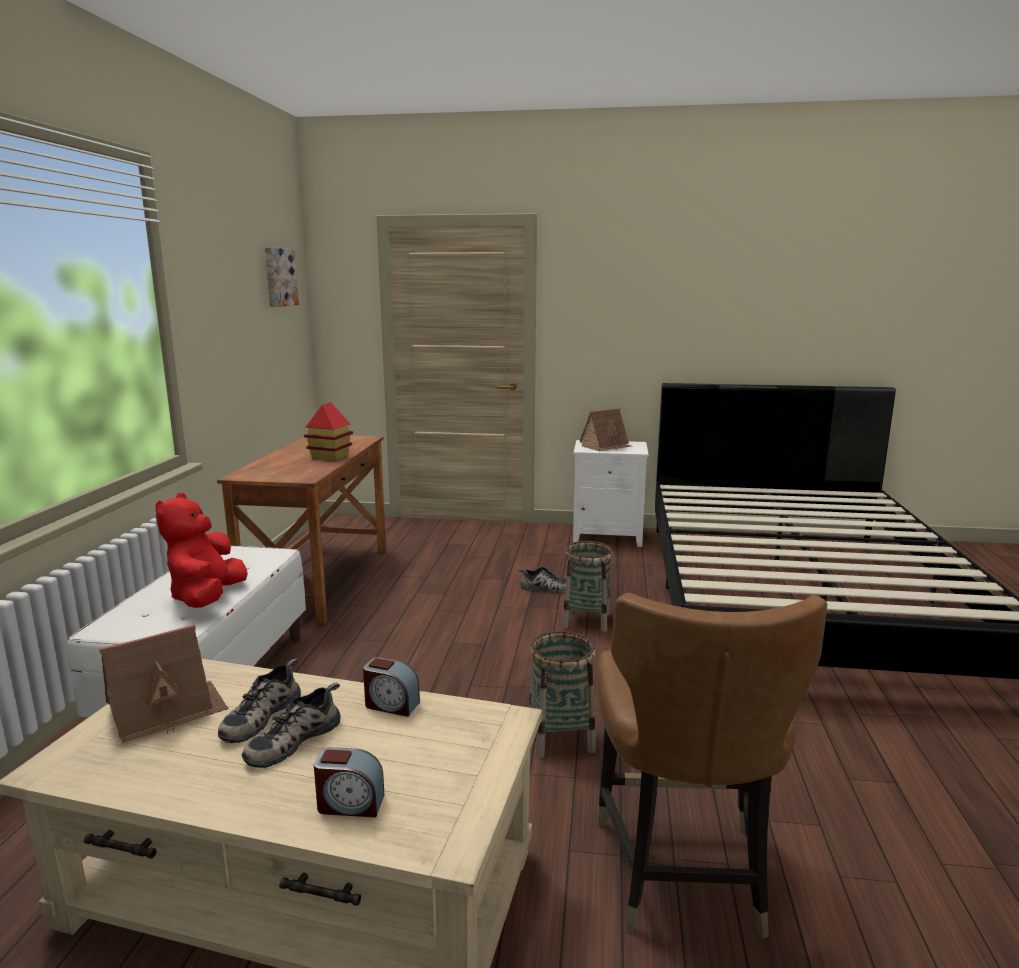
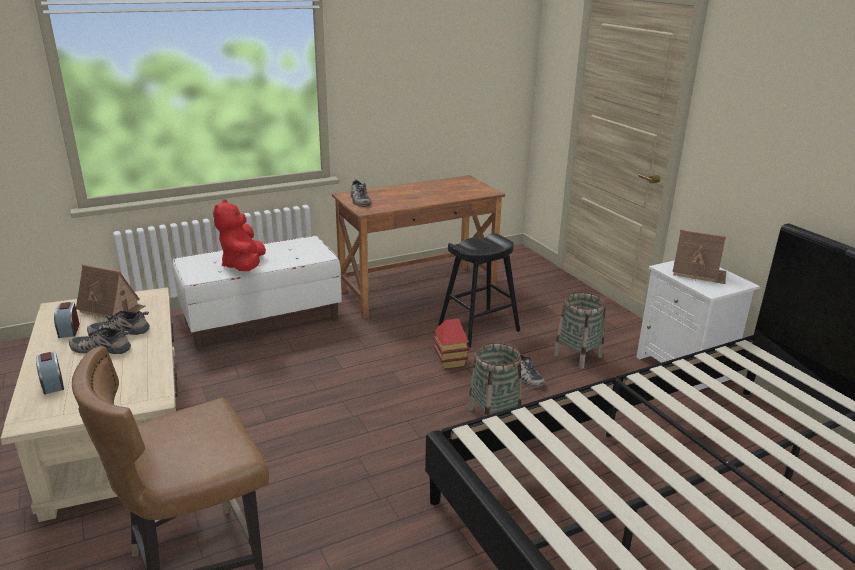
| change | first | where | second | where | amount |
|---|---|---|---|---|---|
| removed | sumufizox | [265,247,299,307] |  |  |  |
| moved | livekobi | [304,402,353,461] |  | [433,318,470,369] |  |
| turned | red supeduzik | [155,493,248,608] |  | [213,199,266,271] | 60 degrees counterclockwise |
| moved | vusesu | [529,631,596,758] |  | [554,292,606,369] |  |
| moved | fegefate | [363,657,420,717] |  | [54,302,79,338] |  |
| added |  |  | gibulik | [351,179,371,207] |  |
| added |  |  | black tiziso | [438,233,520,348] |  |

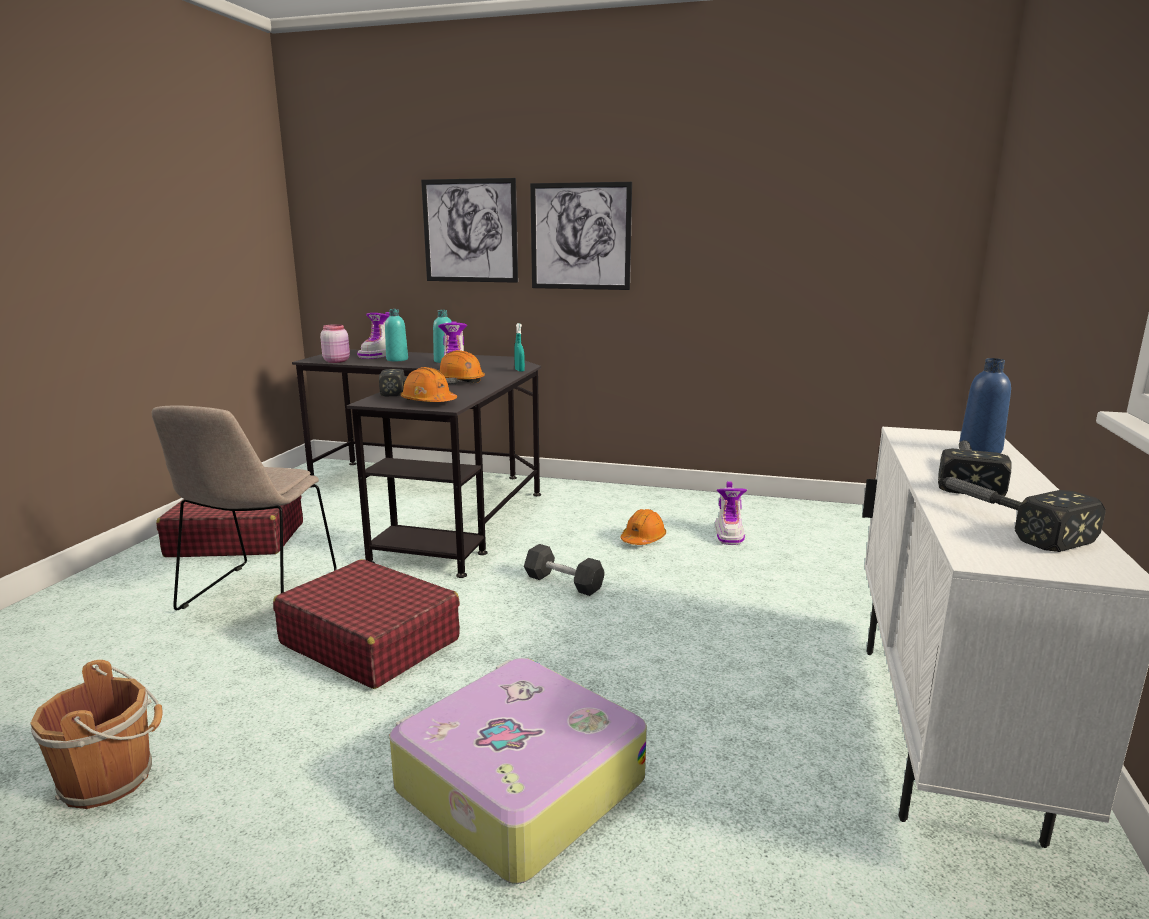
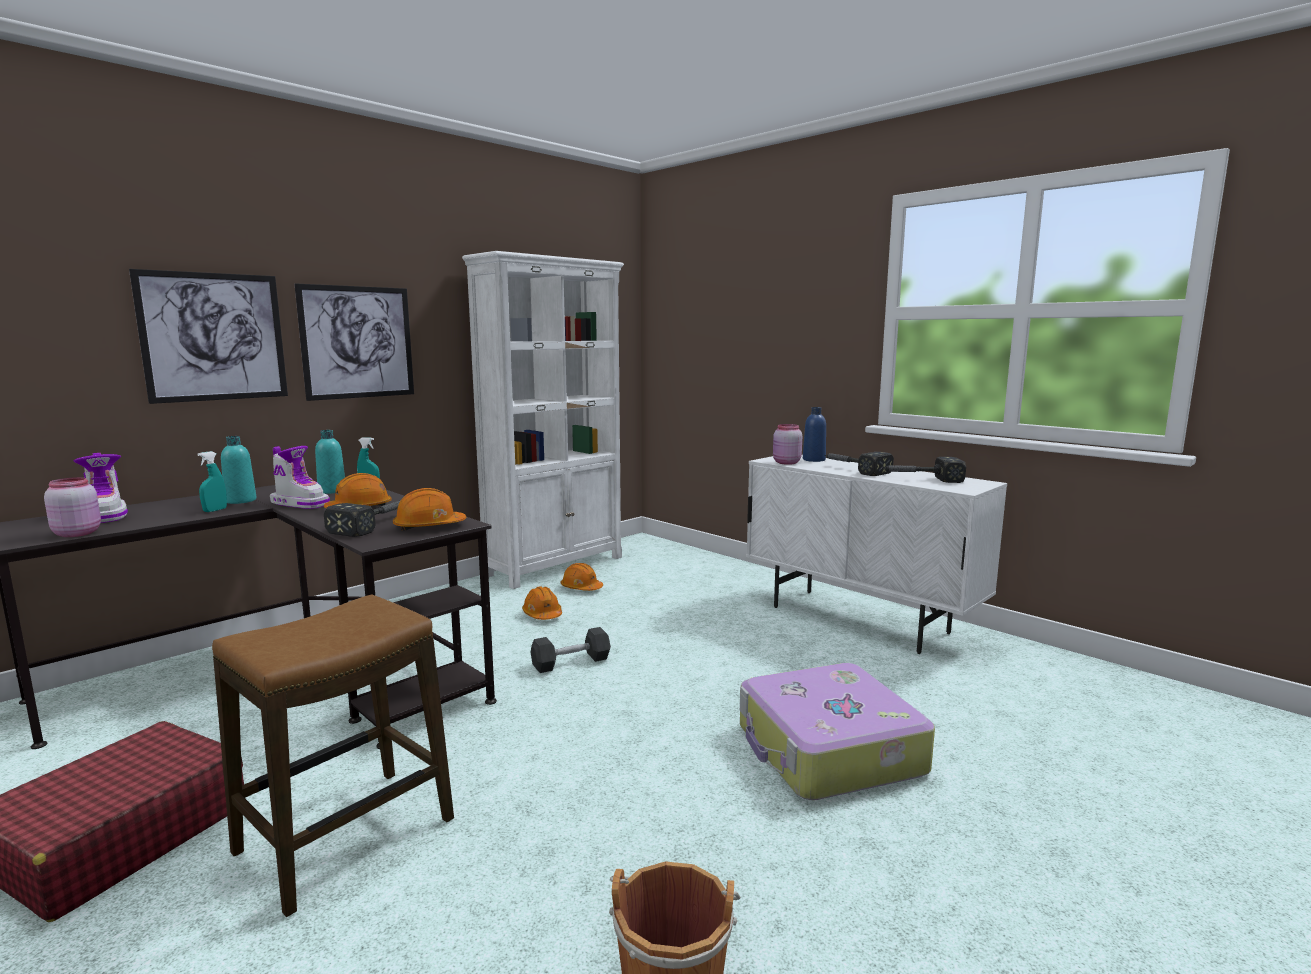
| change | first | where | second | where | amount |
|---|---|---|---|---|---|
| moved | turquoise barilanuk | [385,309,408,361] |  | [315,430,345,494] |  |
| replaced | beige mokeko | [152,406,337,610] | tiziso | [212,594,454,917] |  |
| replaced | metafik | [715,482,747,545] | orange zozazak | [561,563,603,591] |  |
| removed | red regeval | [273,559,460,689] |  |  |  |
| added |  |  | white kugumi | [462,251,624,589] |  |
| added |  |  | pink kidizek | [773,424,802,465] |  |
| added |  |  | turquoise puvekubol | [197,451,227,512] |  |

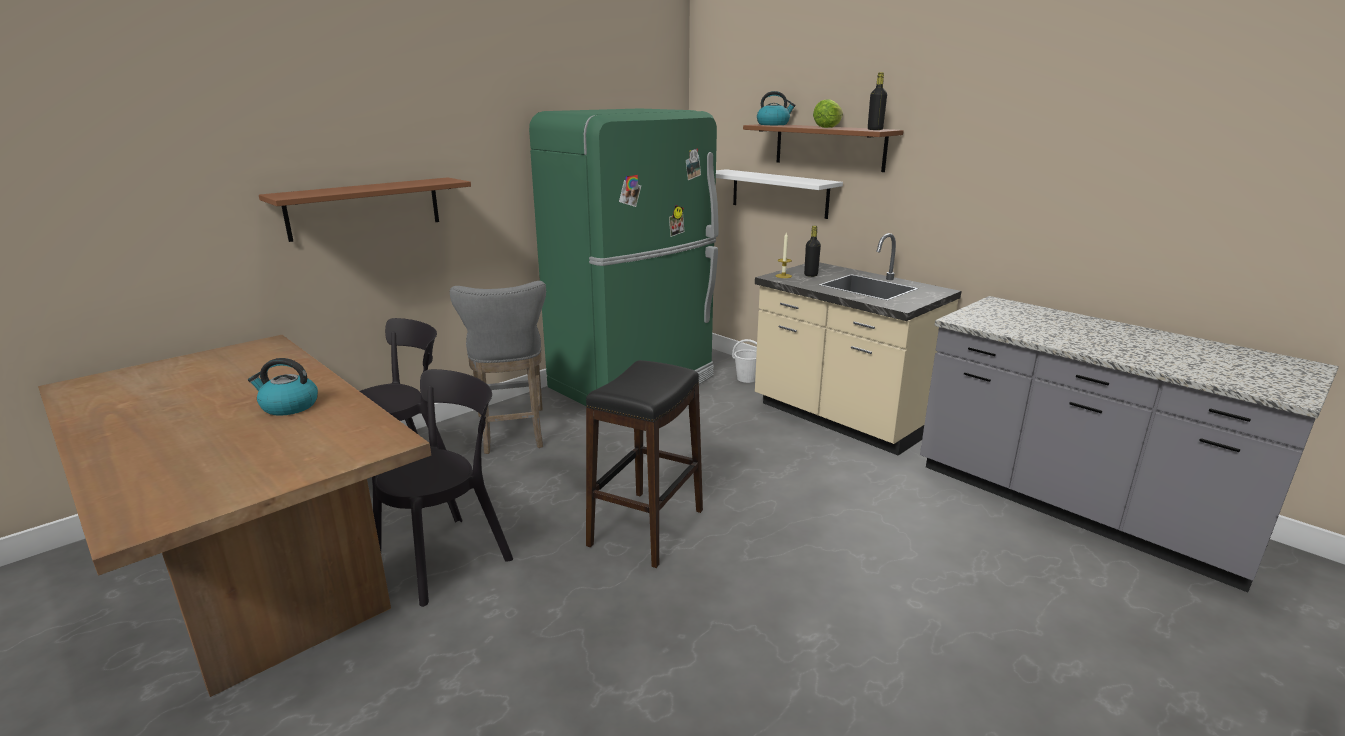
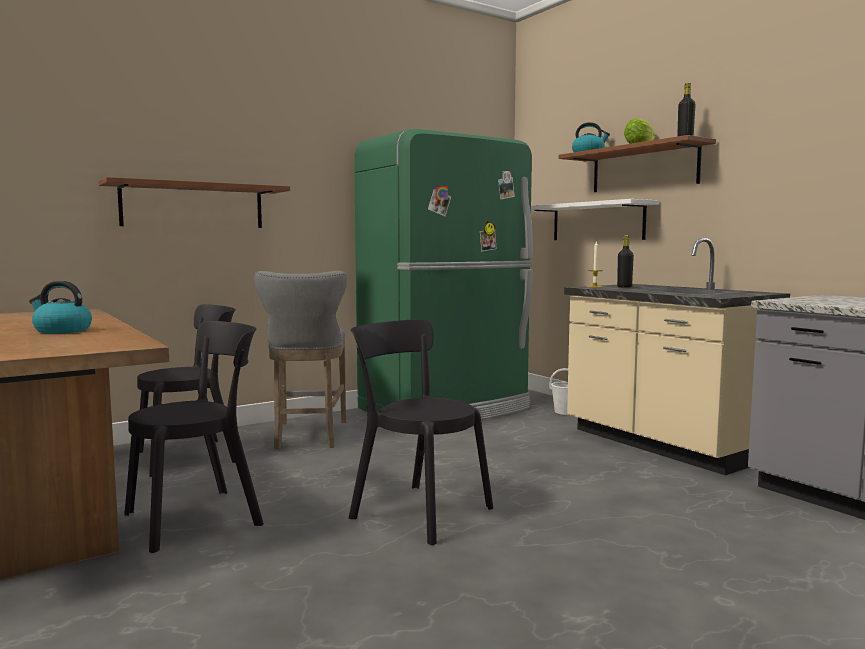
| change | first | where | second | where | amount |
|---|---|---|---|---|---|
| replaced | black tiziso | [586,360,703,568] | black mokeko | [349,319,493,545] |  |

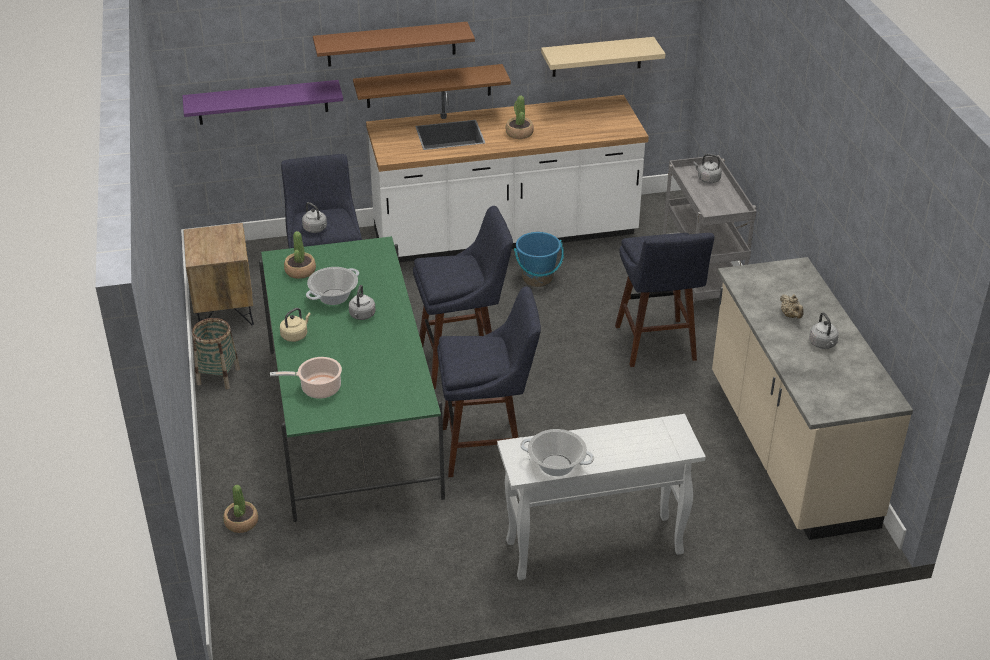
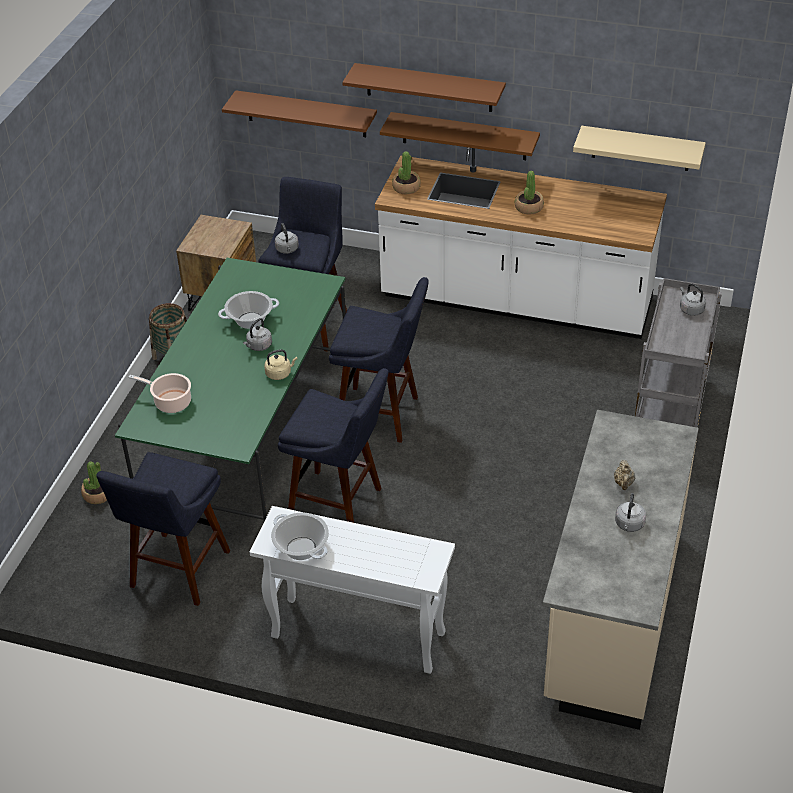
| change | first | where | second | where | amount |
|---|---|---|---|---|---|
| recoloured | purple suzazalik | [182,80,343,125] | brown suzazalik | [222,90,377,137] |  |
| moved | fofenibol | [284,231,316,279] |  | [392,151,421,194] |  |
| removed | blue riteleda | [514,232,564,287] |  |  |  |
| moved | blue tiziso | [615,233,715,367] |  | [96,452,230,606] |  |
| moved | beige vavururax | [280,308,311,342] |  | [264,349,297,380] |  |

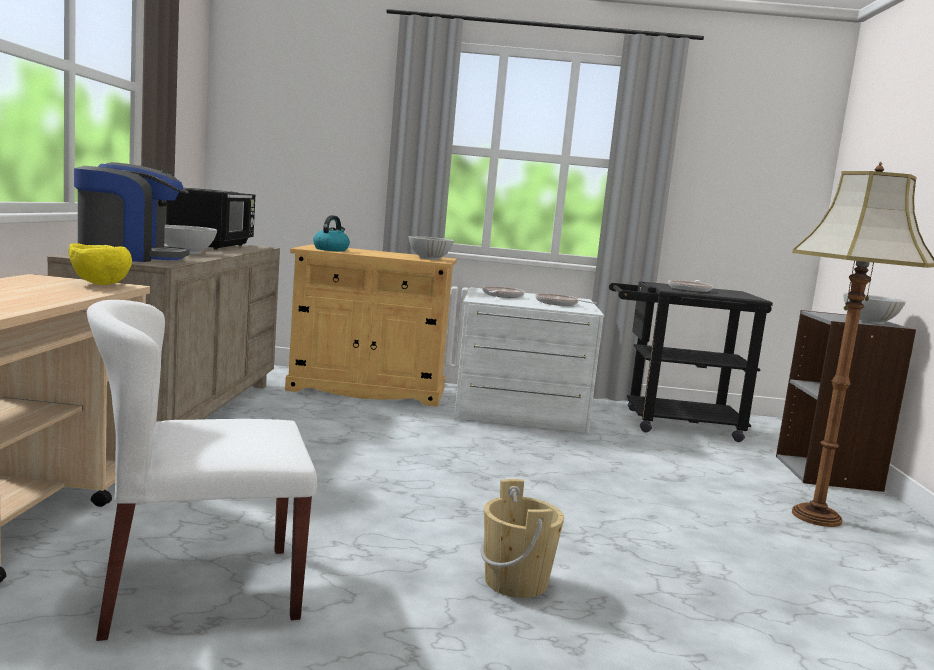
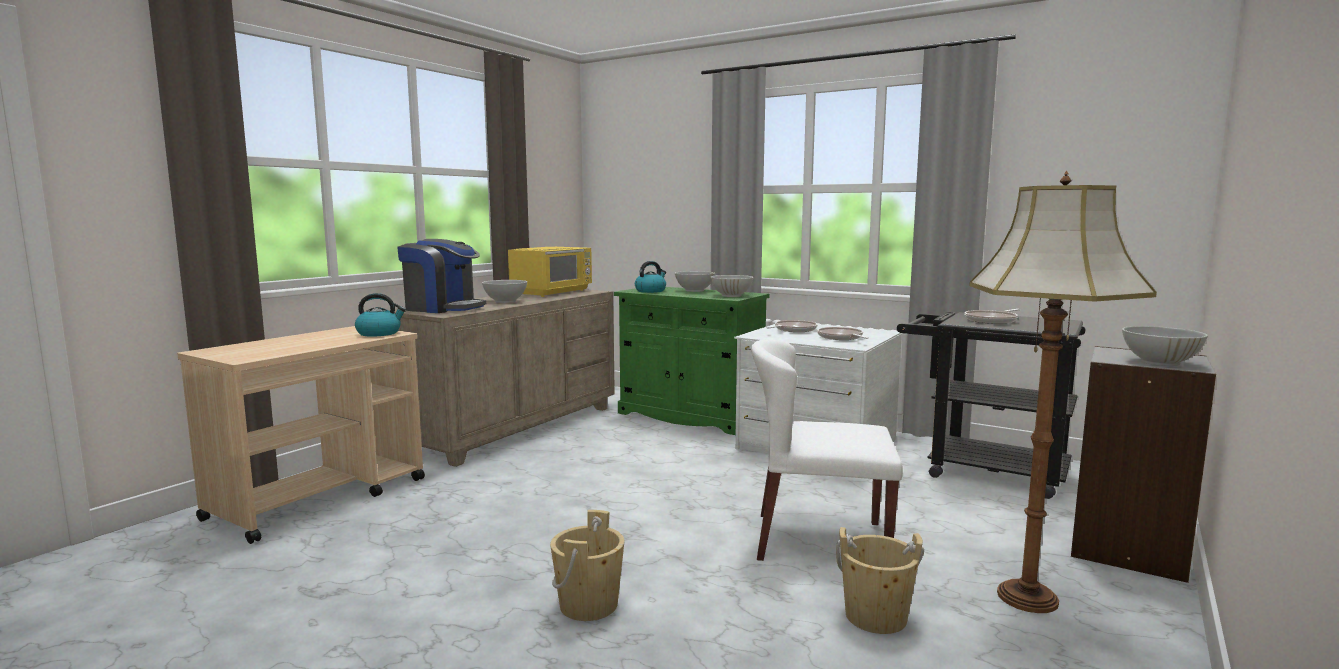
| change | first | where | second | where | amount |
|---|---|---|---|---|---|
| recoloured | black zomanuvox | [166,188,255,250] | yellow zomanuvox | [508,247,592,297] |  |
| replaced | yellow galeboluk | [68,243,132,285] | vavururax | [355,293,406,337] |  |
| recoloured | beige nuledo | [285,244,457,407] | green nuledo | [614,287,769,435] |  |
| moved | white mokeko | [87,300,317,641] |  | [751,339,903,561] |  |
| added |  |  | white galeboluk | [675,271,715,292] |  |
| added |  |  | beige riteleda | [836,527,924,634] |  |

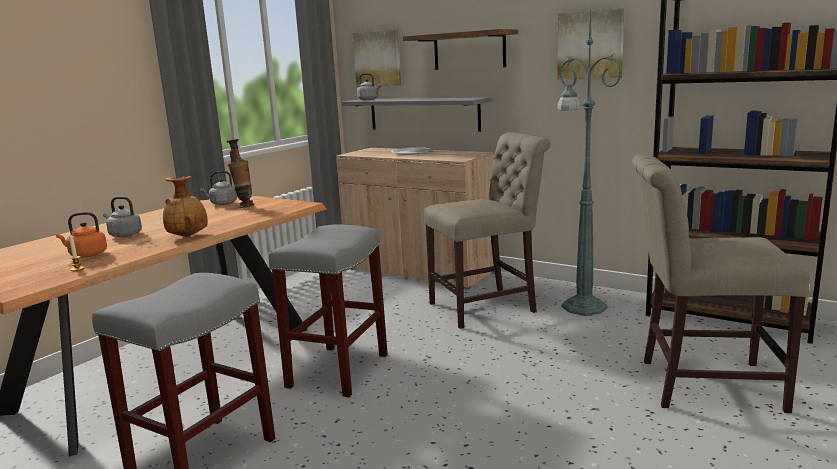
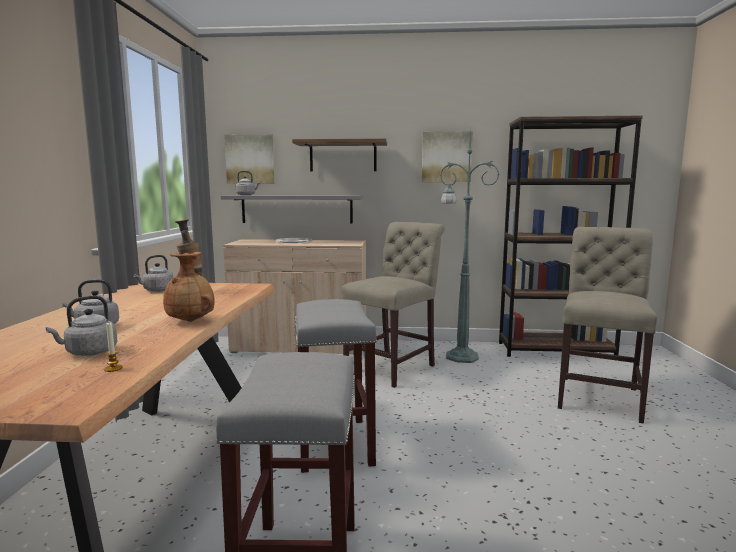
| change | first | where | second | where | amount |
|---|---|---|---|---|---|
| turned | beige mokeko | [632,154,810,413] |  | [558,227,657,424] | 135 degrees clockwise |
| recoloured | orange vavururax | [56,212,107,258] | grey vavururax | [46,296,118,356] |  |

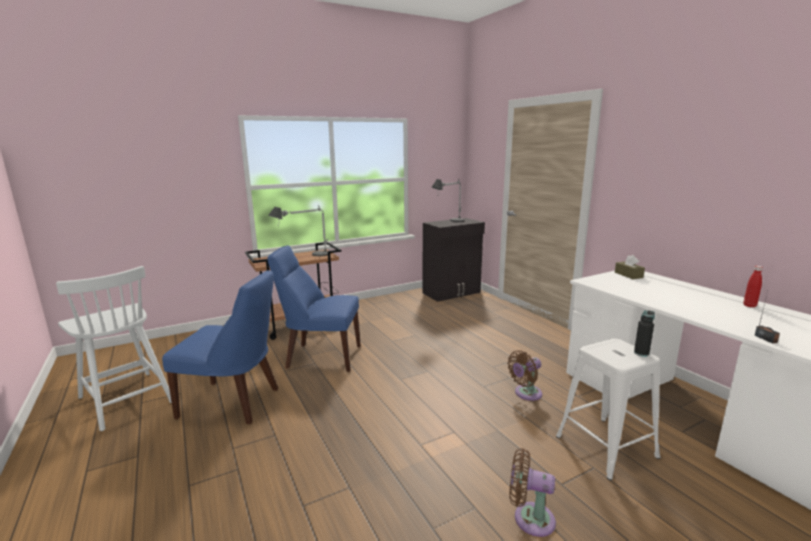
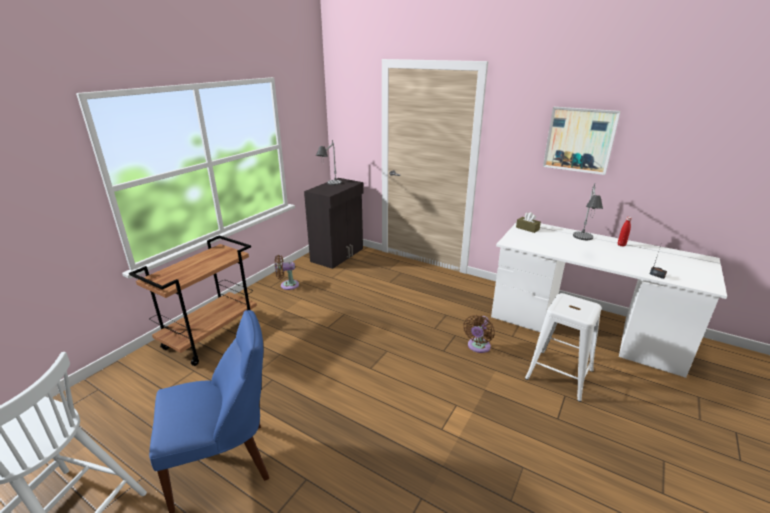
| change | first | where | second | where | amount |
|---|---|---|---|---|---|
| moved | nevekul | [268,205,328,256] |  | [573,183,603,240] |  |
| removed | blue mokeko | [267,245,361,372] |  |  |  |
| removed | black barilanuk | [634,310,655,357] |  |  |  |
| moved | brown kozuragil | [509,448,556,537] |  | [275,255,299,290] |  |
| added |  |  | sumufizox | [543,107,621,175] |  |

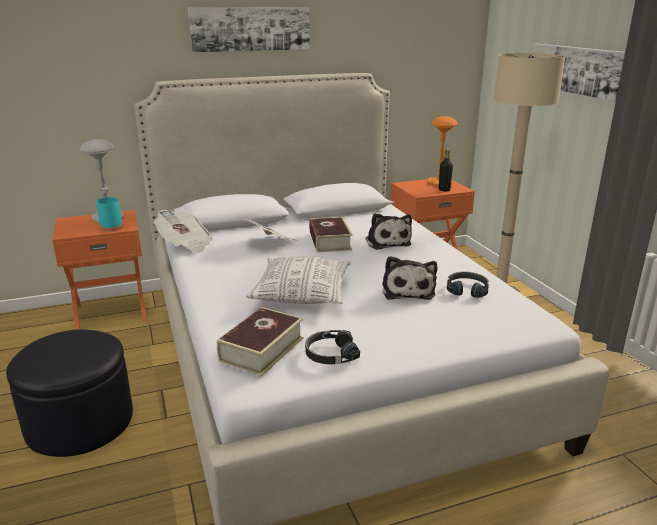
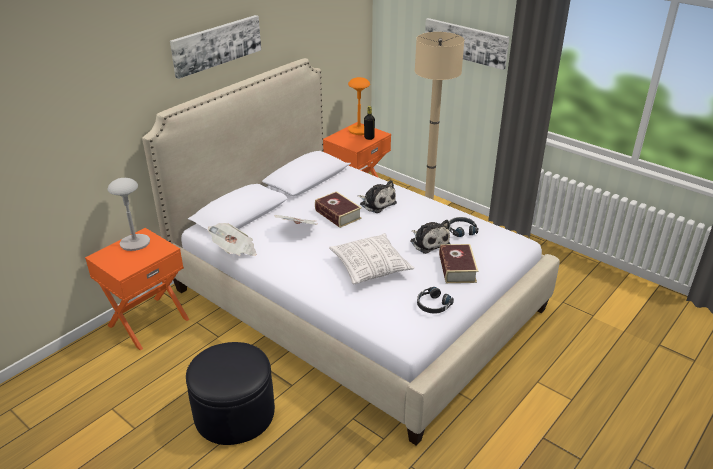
| change | first | where | second | where | amount |
|---|---|---|---|---|---|
| removed | turquoise barilanuk | [96,187,123,232] |  |  |  |
| moved | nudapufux | [217,307,303,376] |  | [439,244,478,283] |  |

